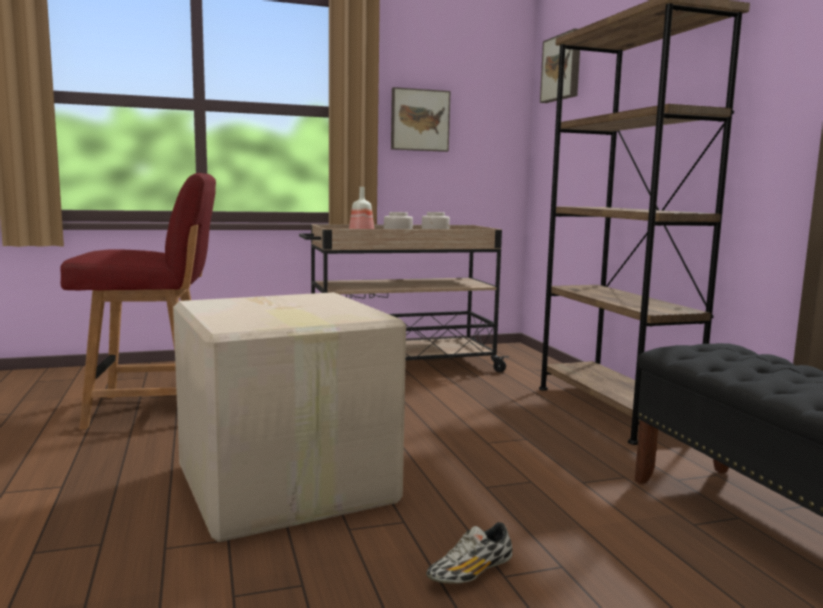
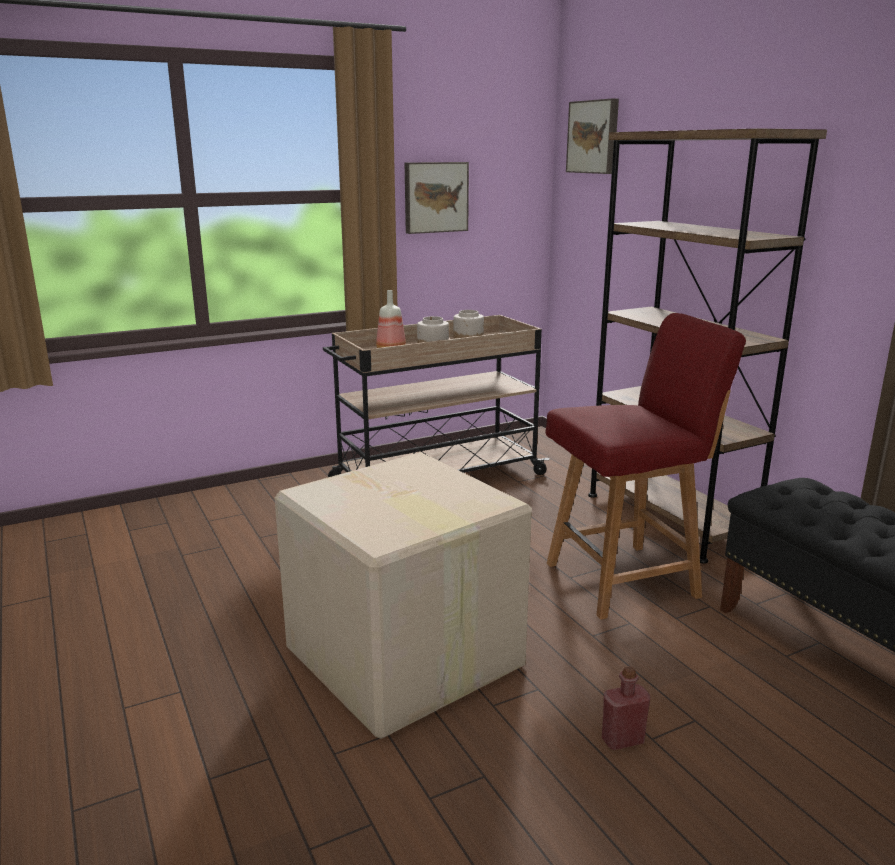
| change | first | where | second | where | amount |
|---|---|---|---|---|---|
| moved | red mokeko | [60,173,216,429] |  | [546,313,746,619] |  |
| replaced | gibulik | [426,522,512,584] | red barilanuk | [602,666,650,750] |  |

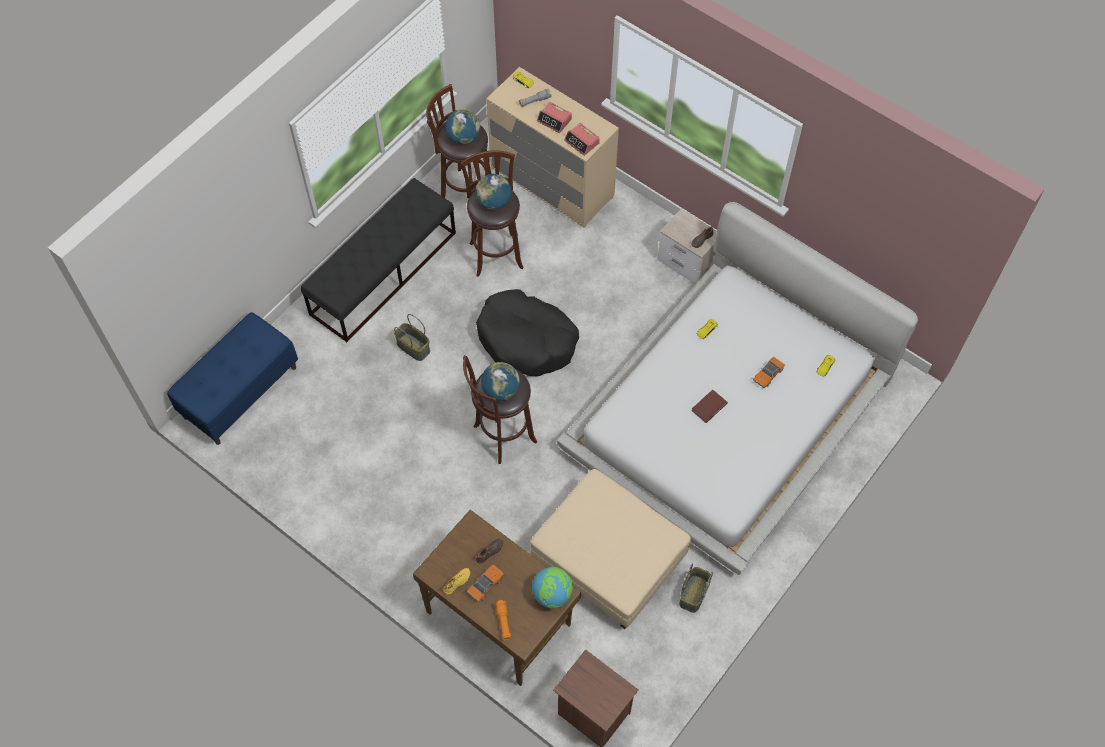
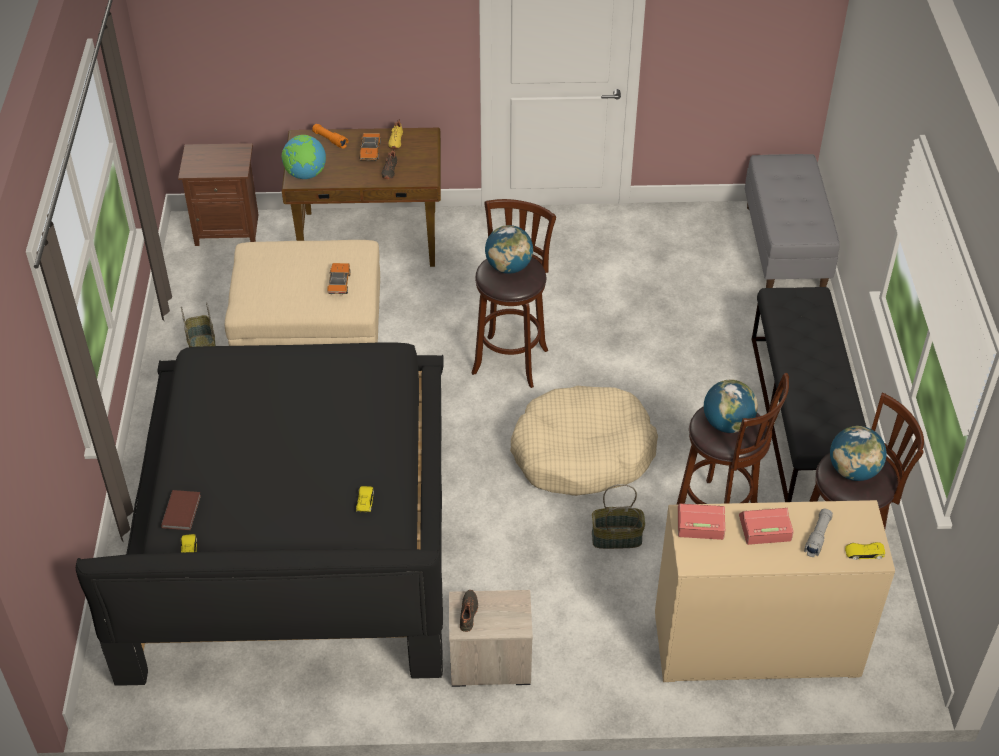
| change | first | where | second | where | amount |
|---|---|---|---|---|---|
| recoloured | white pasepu | [557,202,918,575] | black pasepu | [76,342,444,686] |  |
| recoloured | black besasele | [476,289,579,377] | beige besasele | [510,386,658,496] |  |
| recoloured | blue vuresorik | [167,312,298,445] | grey vuresorik | [745,154,840,288] |  |
| moved | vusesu | [394,314,430,361] |  | [592,484,645,549] |  |
| moved | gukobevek | [753,357,785,388] |  | [327,263,350,295] |  |
| moved | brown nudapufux | [691,389,728,423] |  | [161,490,201,530] |  |

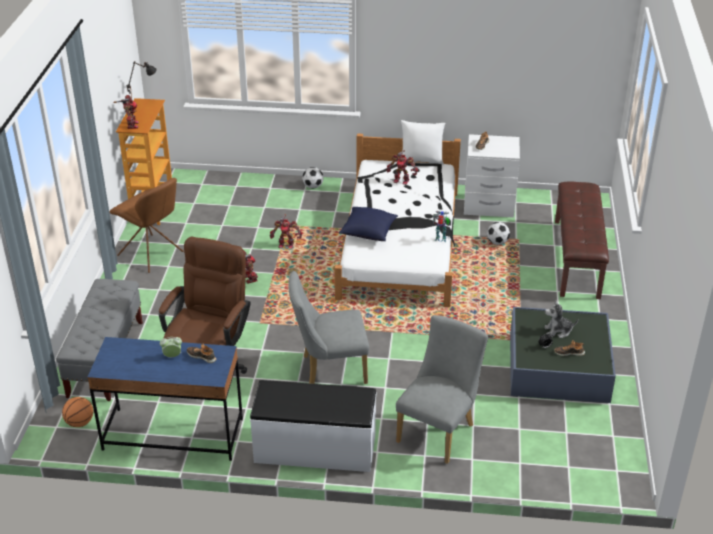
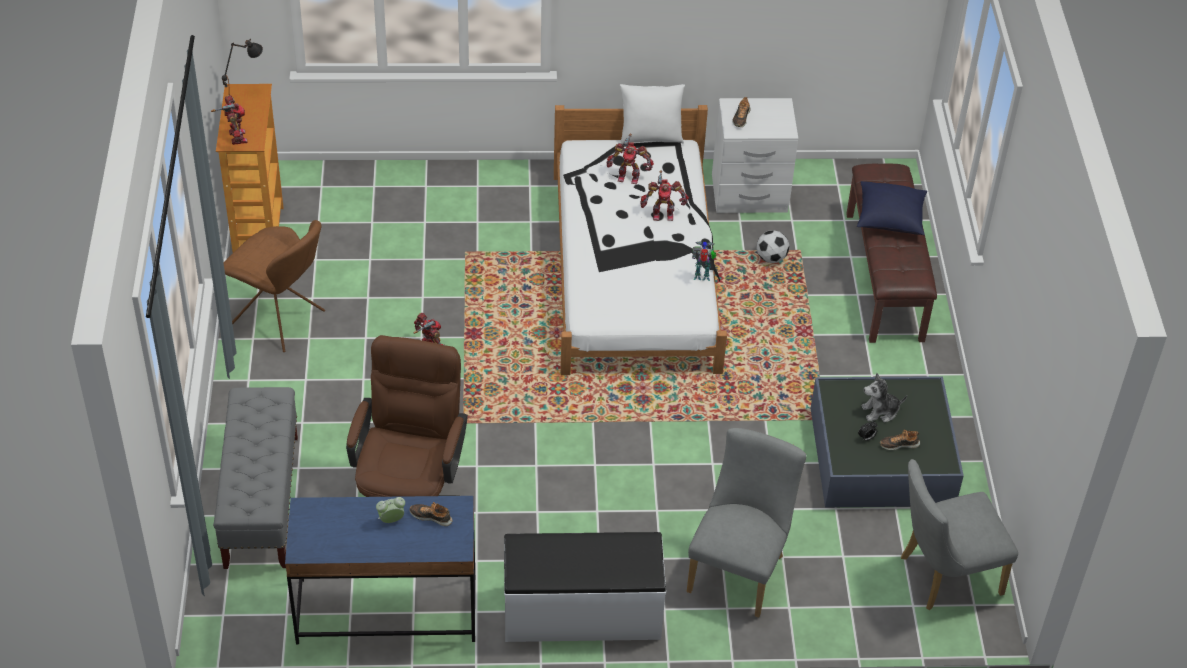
| change | first | where | second | where | amount |
|---|---|---|---|---|---|
| removed | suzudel | [302,167,324,189] |  |  |  |
| moved | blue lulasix | [339,207,398,241] |  | [857,181,927,235] |  |
| moved | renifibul | [270,214,303,248] |  | [640,170,689,221] |  |
| moved | grey mokeko | [288,271,369,384] |  | [901,459,1018,610] |  |
| removed | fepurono | [62,397,93,427] |  |  |  |

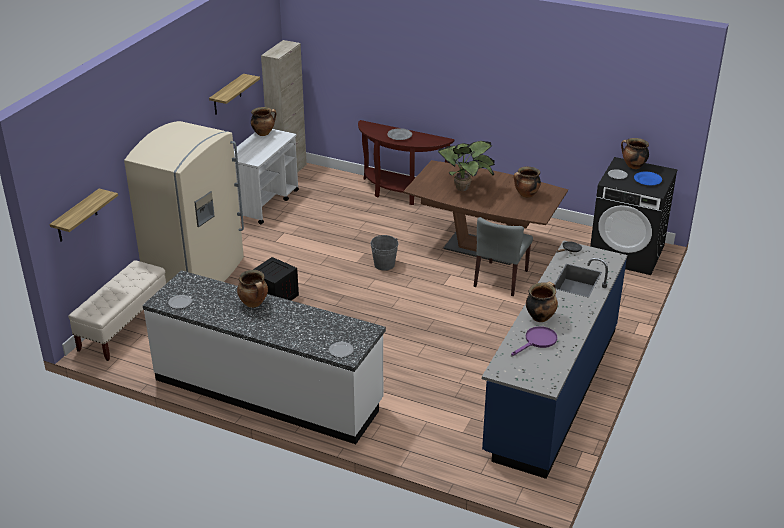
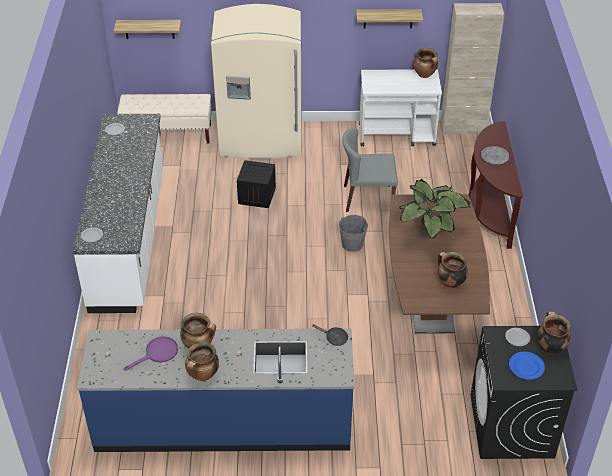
| change | first | where | second | where | amount |
|---|---|---|---|---|---|
| moved | grey mokeko | [474,217,533,296] |  | [342,128,398,212] |  |
| moved | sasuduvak | [237,270,268,308] |  | [185,342,219,381] |  |
| turned | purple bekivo | [511,326,557,356] |  | [123,336,178,371] | 60 degrees counterclockwise |

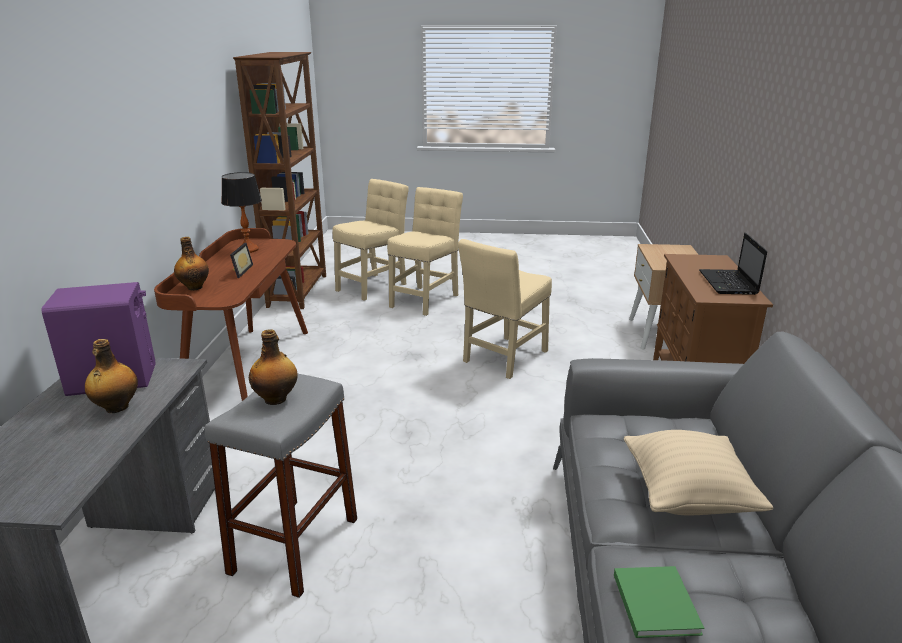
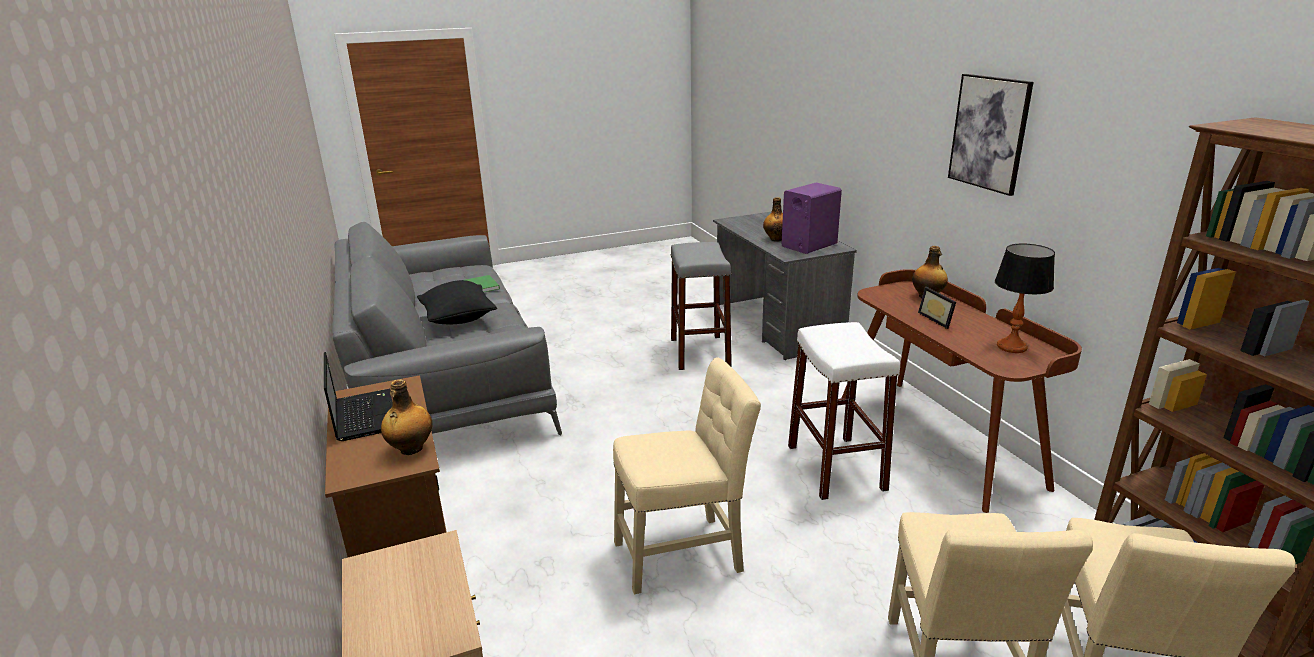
| change | first | where | second | where | amount |
|---|---|---|---|---|---|
| turned | beige mokeko | [458,239,552,379] |  | [613,357,761,594] | 60 degrees clockwise |
| moved | barilanuk | [249,329,298,405] |  | [381,379,433,455] |  |
| recoloured | beige lulasix | [624,430,773,515] | black lulasix | [417,280,497,324] |  |
| added |  |  | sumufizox | [948,74,1034,196] |  |
| added |  |  | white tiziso | [788,322,900,500] |  |

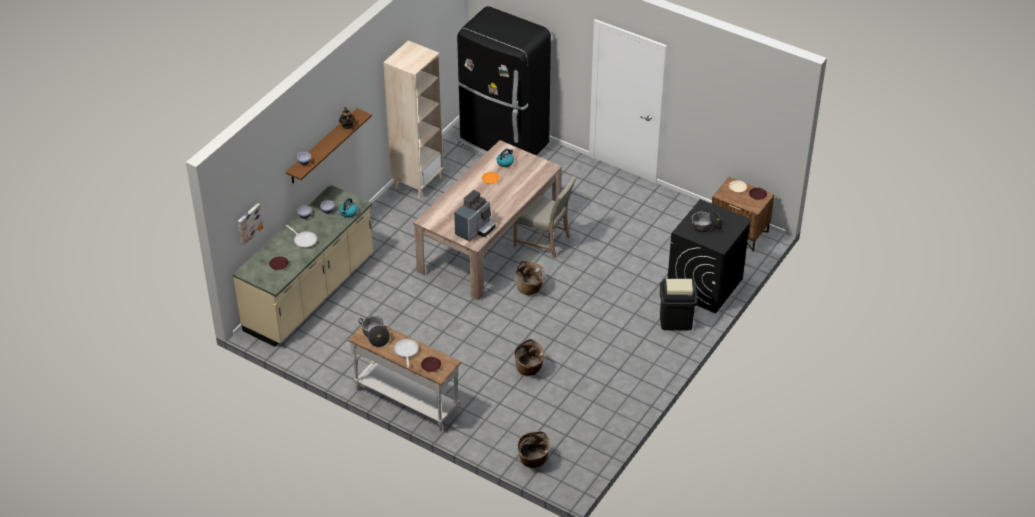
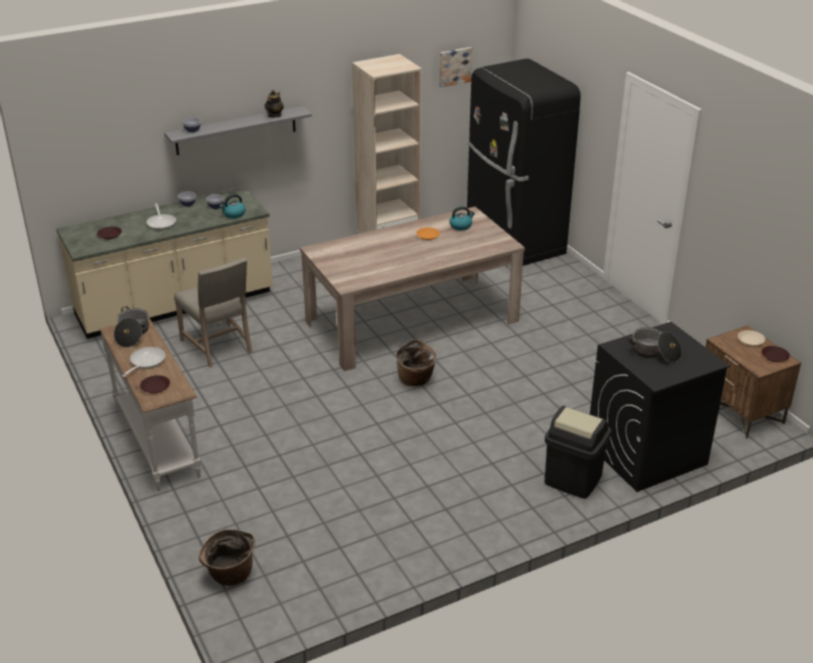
| change | first | where | second | where | amount |
|---|---|---|---|---|---|
| recoloured | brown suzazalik | [286,108,372,184] | grey suzazalik | [164,106,312,155] |  |
| moved | beige mokeko | [513,176,576,258] |  | [174,257,253,367] |  |
| removed | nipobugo | [454,190,496,242] |  |  |  |
| moved | sumufizox | [238,203,263,245] |  | [439,47,472,87] |  |
| removed | vusesu | [514,339,545,376] |  |  |  |

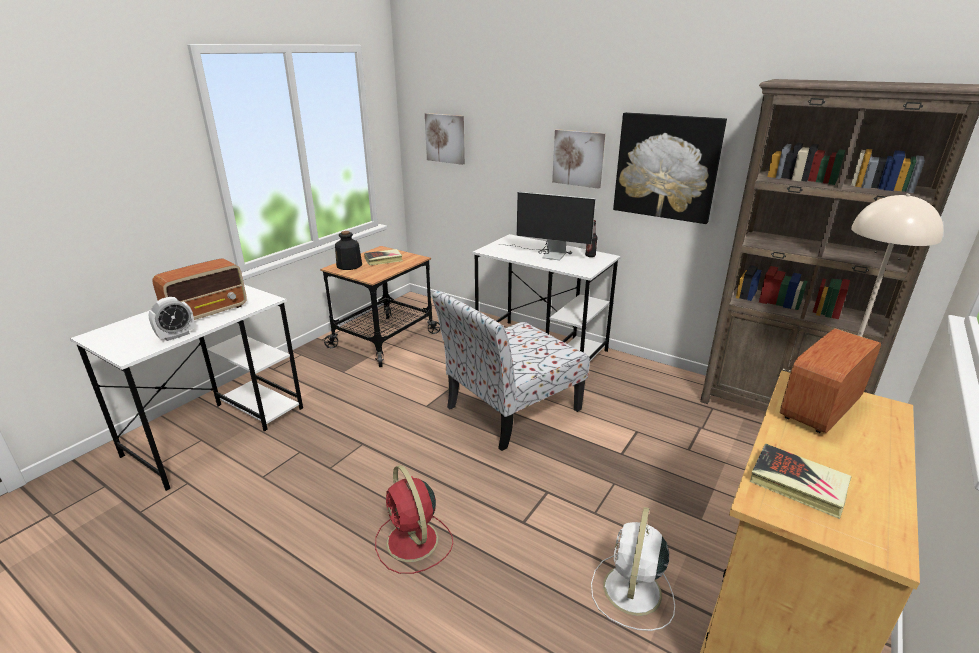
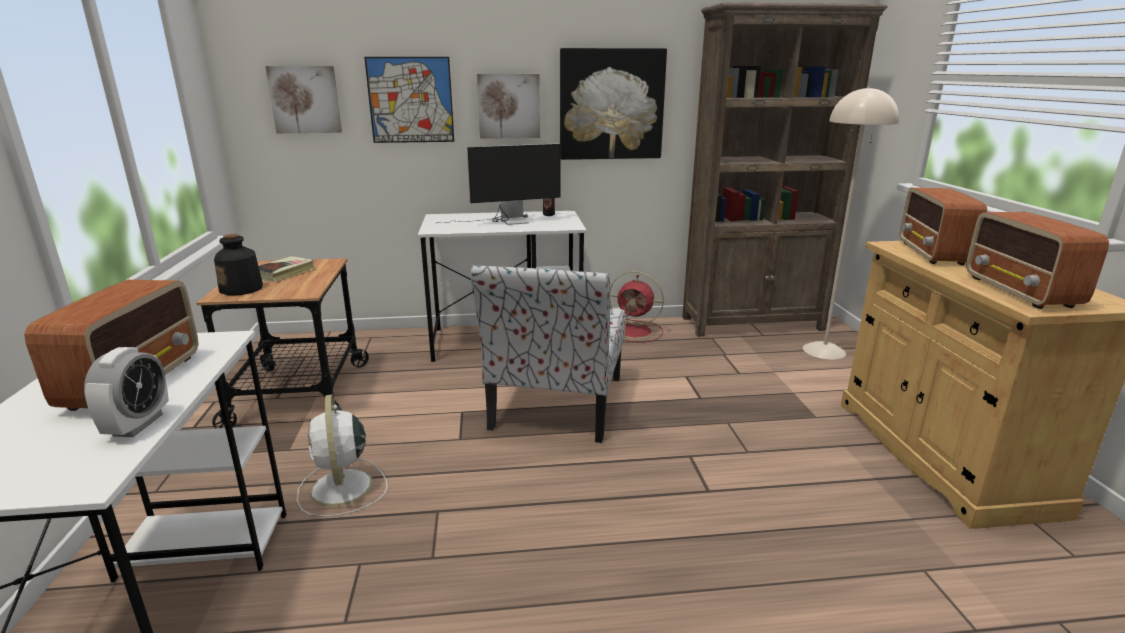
| change | first | where | second | where | amount |
|---|---|---|---|---|---|
| replaced | nudapufux | [750,444,852,519] | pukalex | [966,212,1109,309] |  |
| moved | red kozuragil | [375,465,453,574] |  | [610,271,664,343] |  |
| moved | white kozuragil | [591,507,675,631] |  | [297,394,388,517] |  |
| added |  |  | sumufizox | [364,57,454,143] |  |

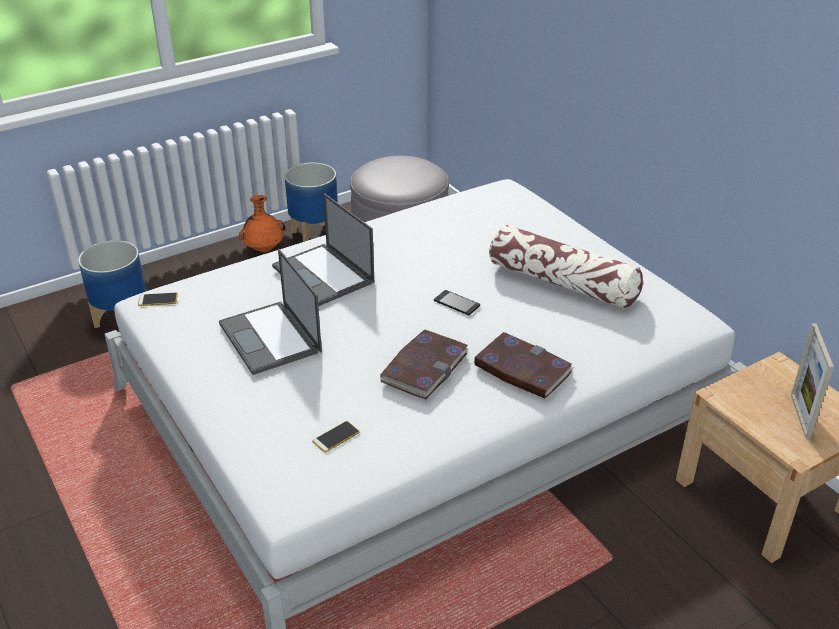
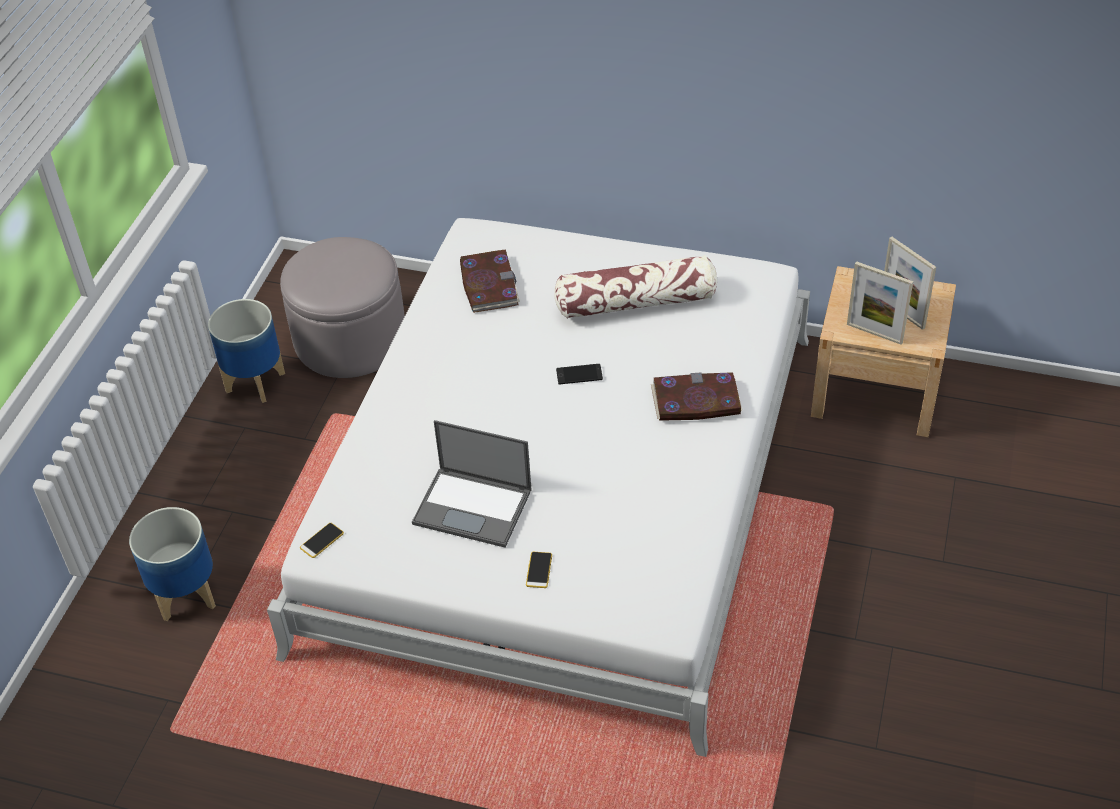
| change | first | where | second | where | amount |
|---|---|---|---|---|---|
| removed | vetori | [272,193,374,306] |  |  |  |
| removed | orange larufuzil | [239,195,286,252] |  |  |  |
| moved | nudapufux | [380,329,469,399] |  | [460,249,520,313] |  |
| moved | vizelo | [313,421,360,452] |  | [526,552,552,588] |  |
| added |  |  | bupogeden | [847,261,913,345] |  |

